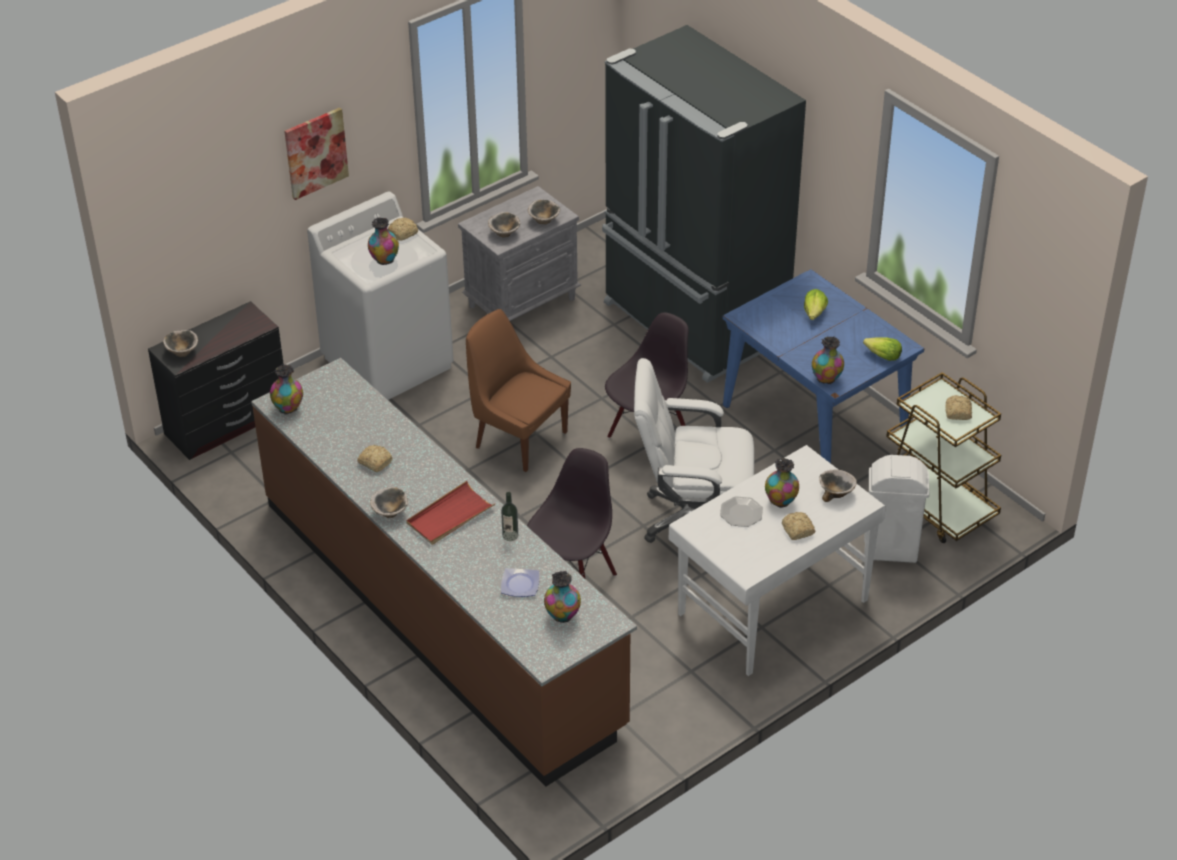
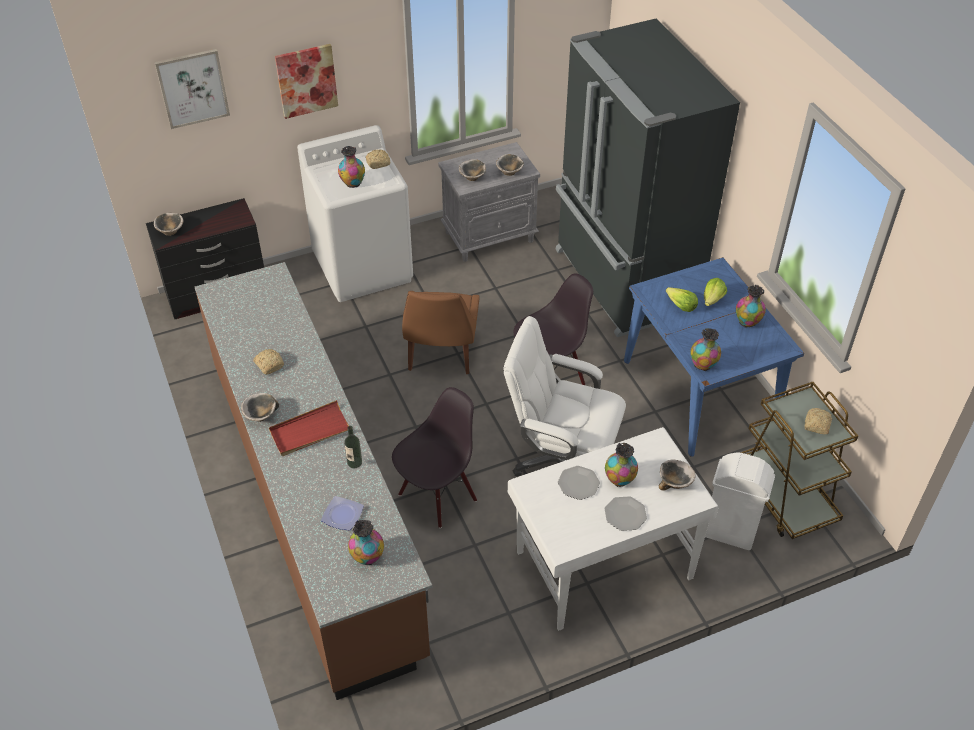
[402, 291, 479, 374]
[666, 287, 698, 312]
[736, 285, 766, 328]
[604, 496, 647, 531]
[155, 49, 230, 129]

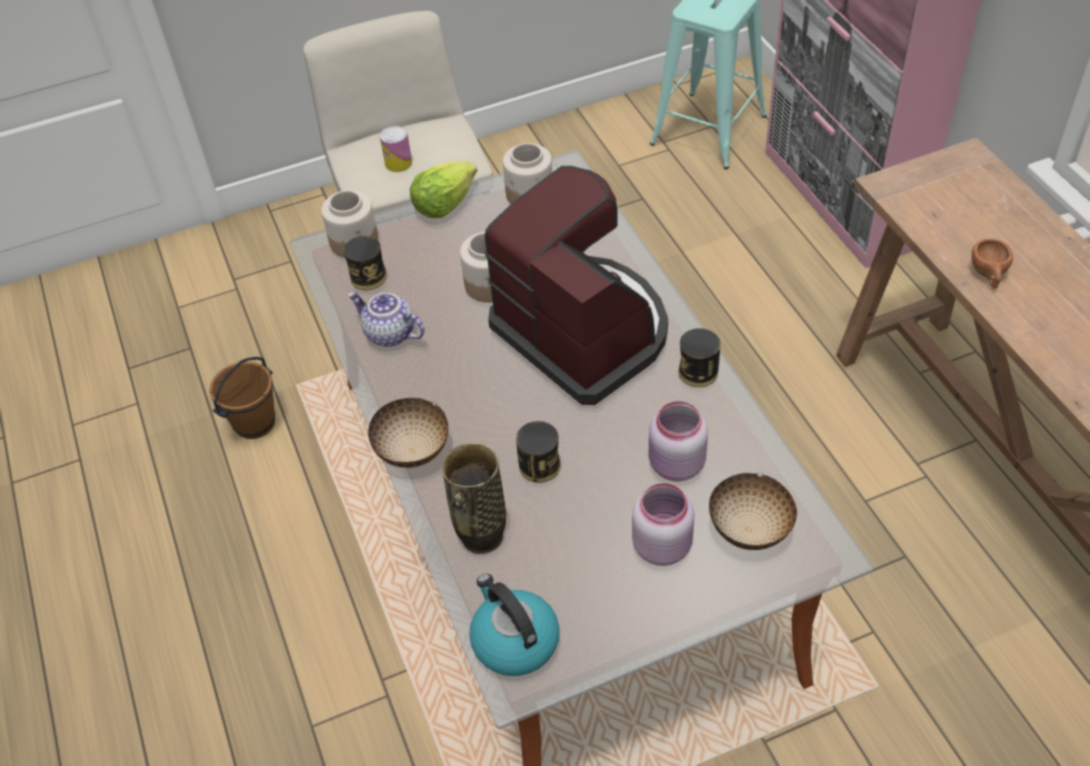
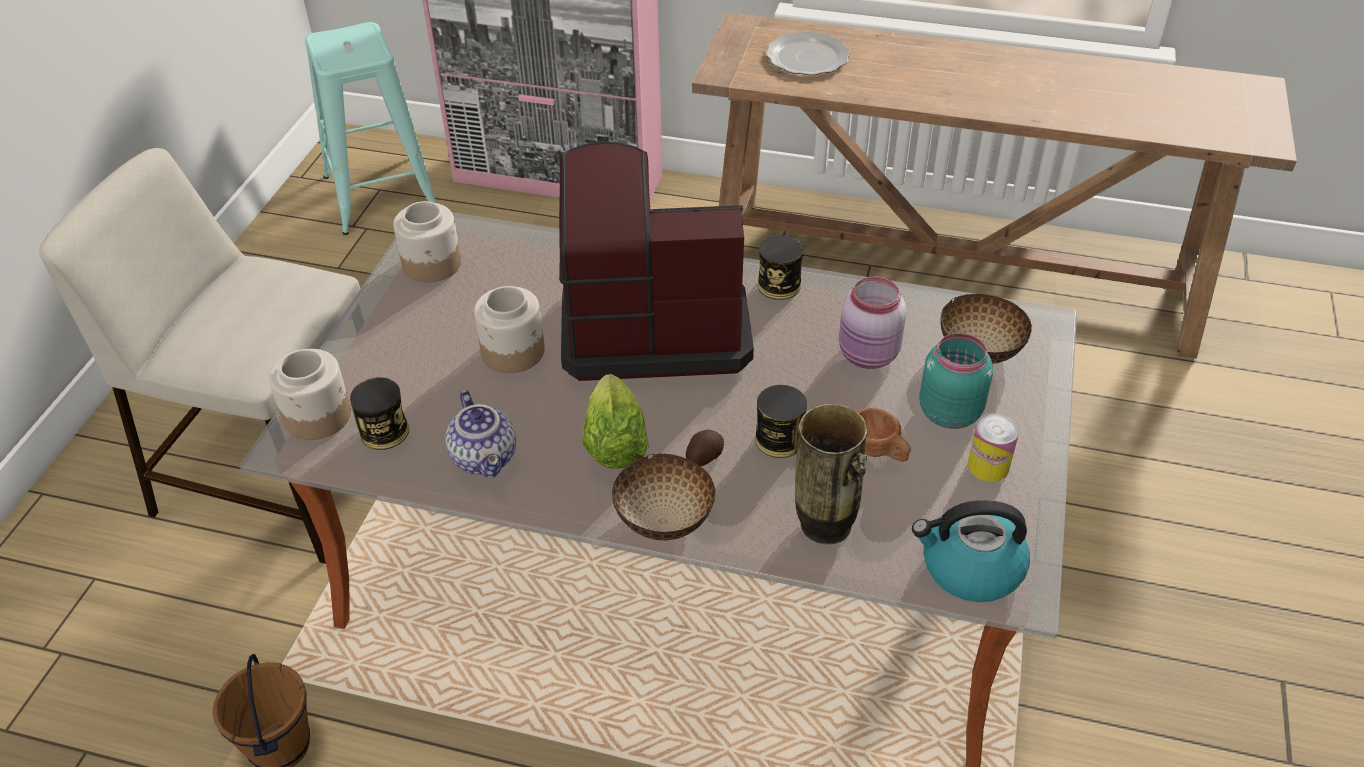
[968, 413, 1019, 482]
[582, 374, 649, 469]
[857, 407, 911, 462]
[446, 390, 516, 478]
[919, 333, 993, 429]
[766, 32, 850, 75]
[686, 430, 724, 466]

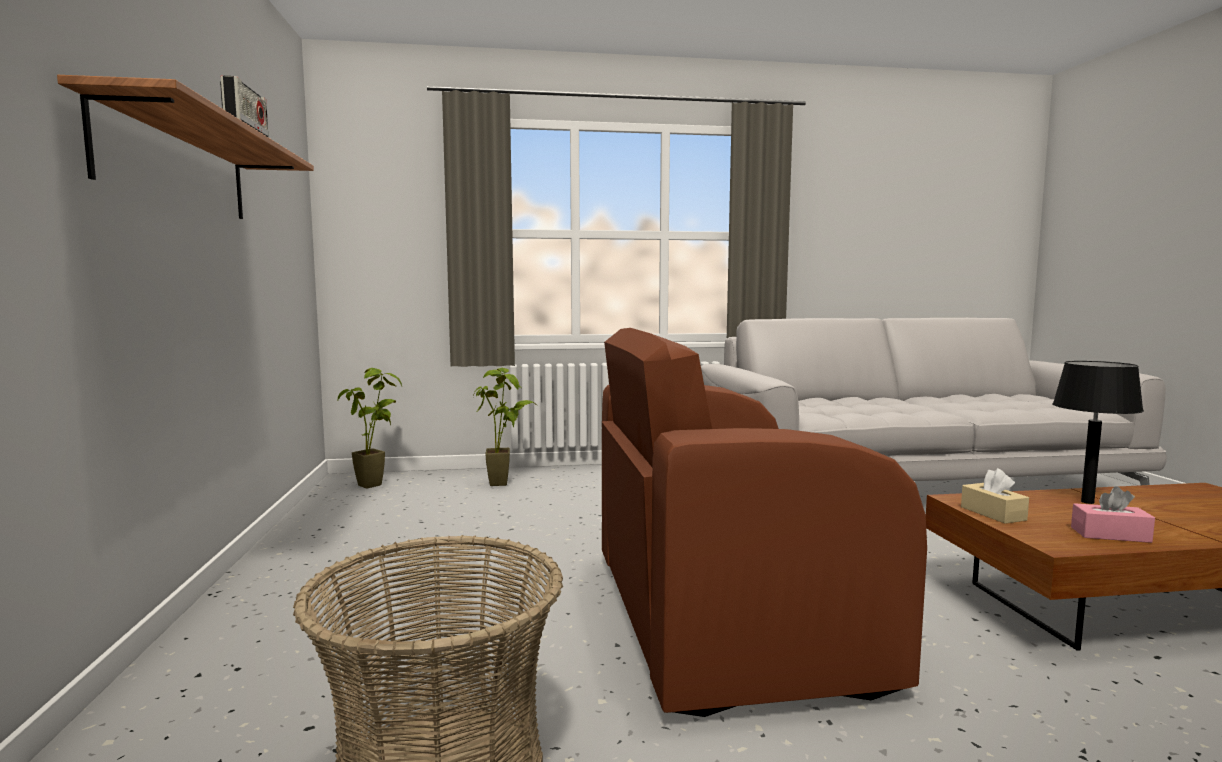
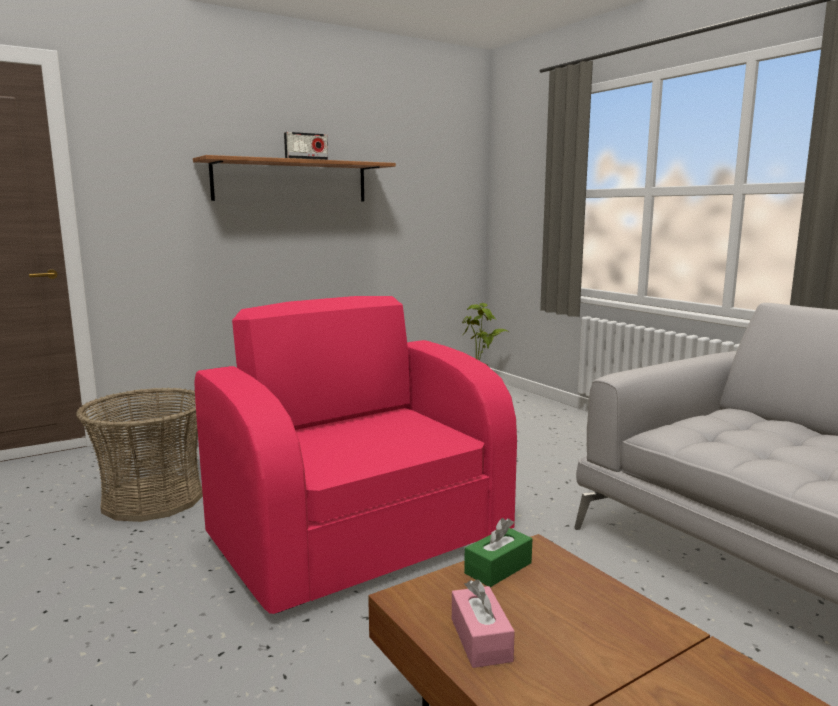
[194, 296, 517, 614]
[1053, 361, 1144, 504] (first image)
[473, 368, 537, 486] (first image)
[464, 518, 532, 587]

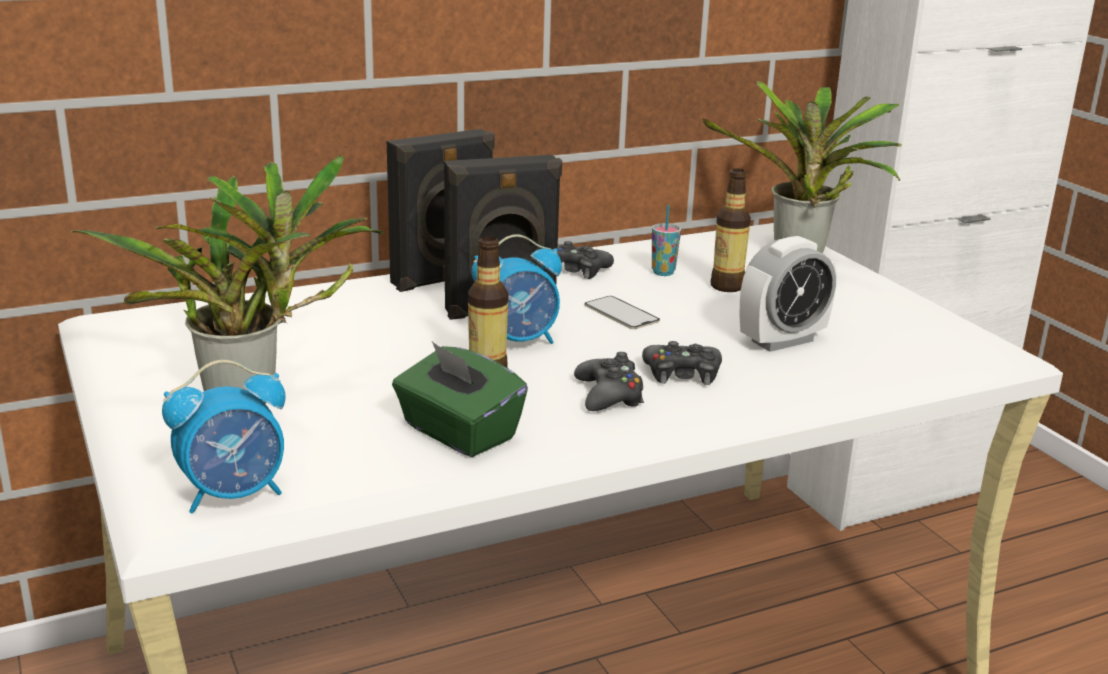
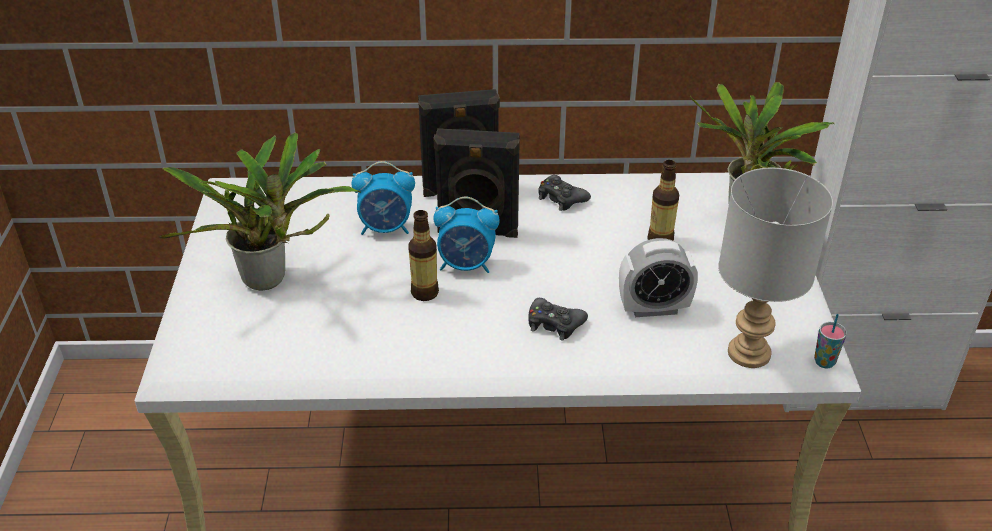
[814, 314, 847, 368]
[584, 296, 660, 329] (first image)
[392, 342, 528, 457] (first image)
[574, 352, 644, 411] (first image)
[352, 161, 415, 235]
[718, 168, 833, 368]

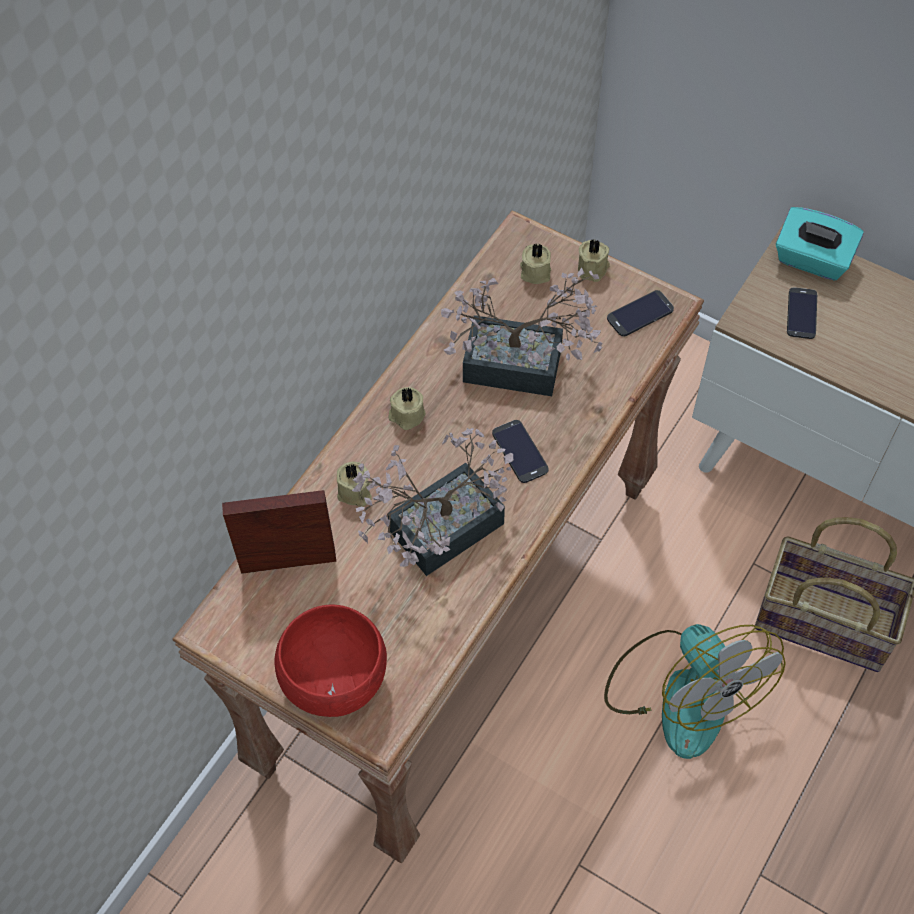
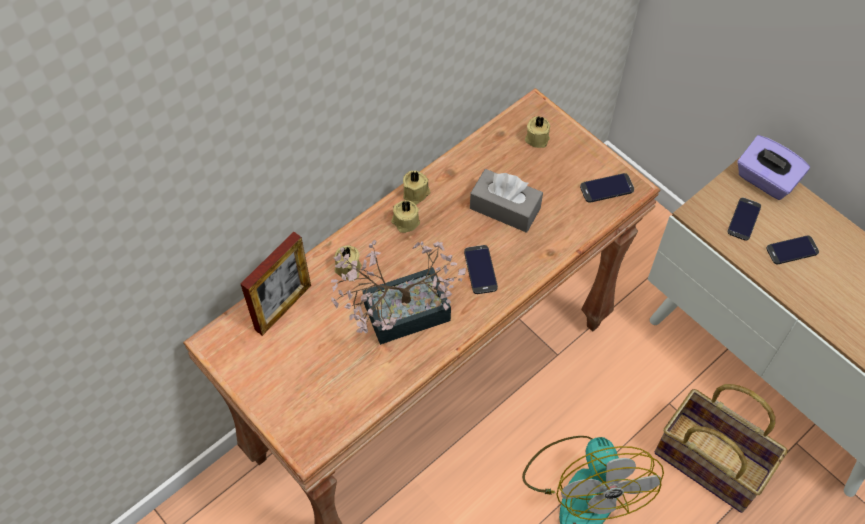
[737, 135, 810, 200]
[403, 171, 430, 205]
[470, 169, 543, 233]
[241, 232, 311, 336]
[274, 605, 387, 717] (first image)
[766, 236, 819, 264]

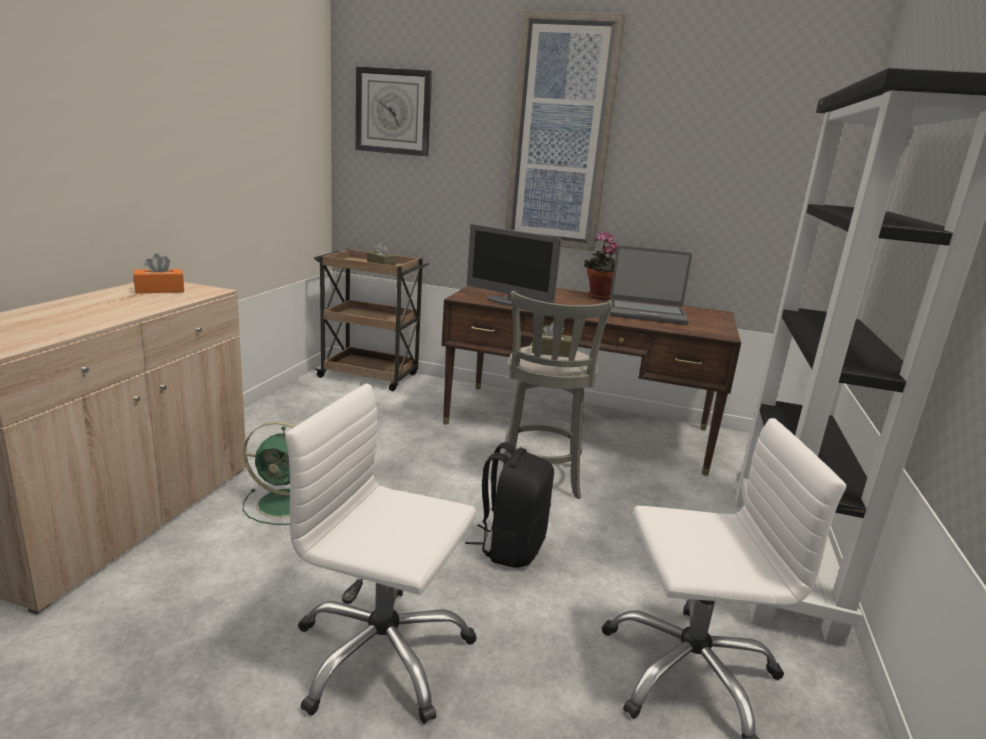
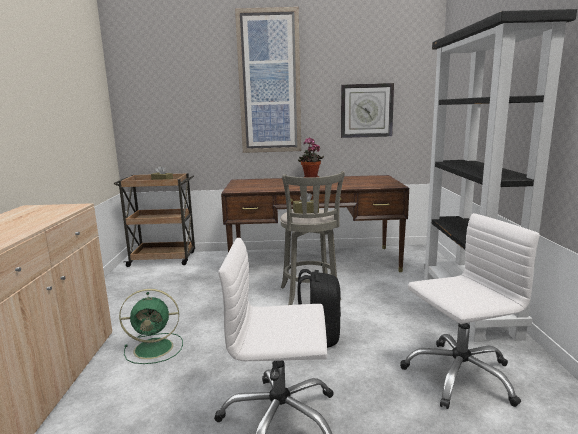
[341, 83, 394, 138]
[467, 224, 562, 306] (first image)
[610, 246, 692, 325] (first image)
[133, 253, 184, 294] (first image)

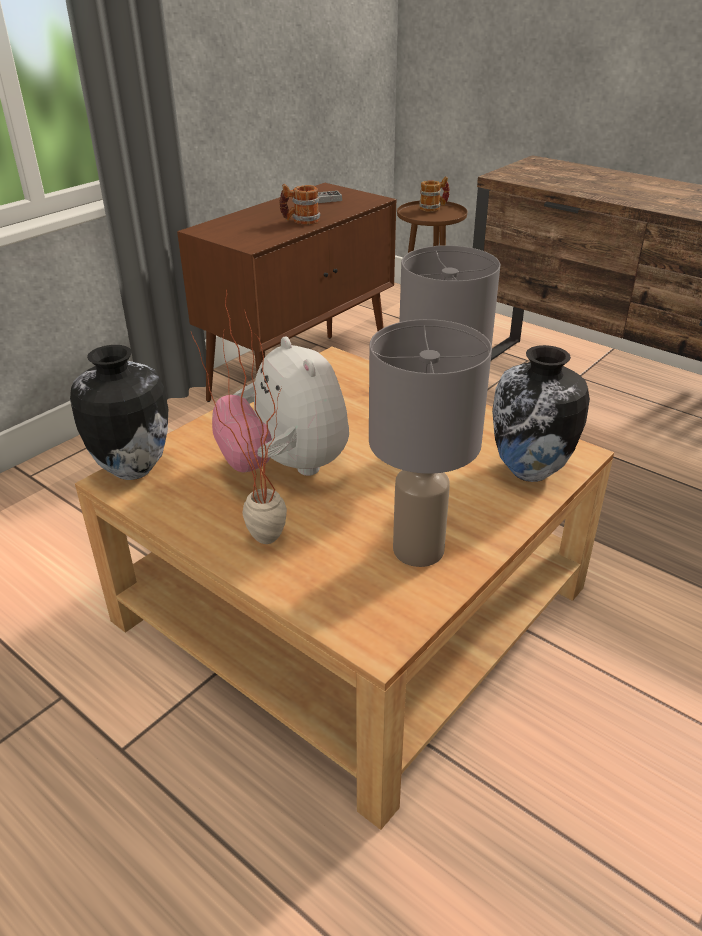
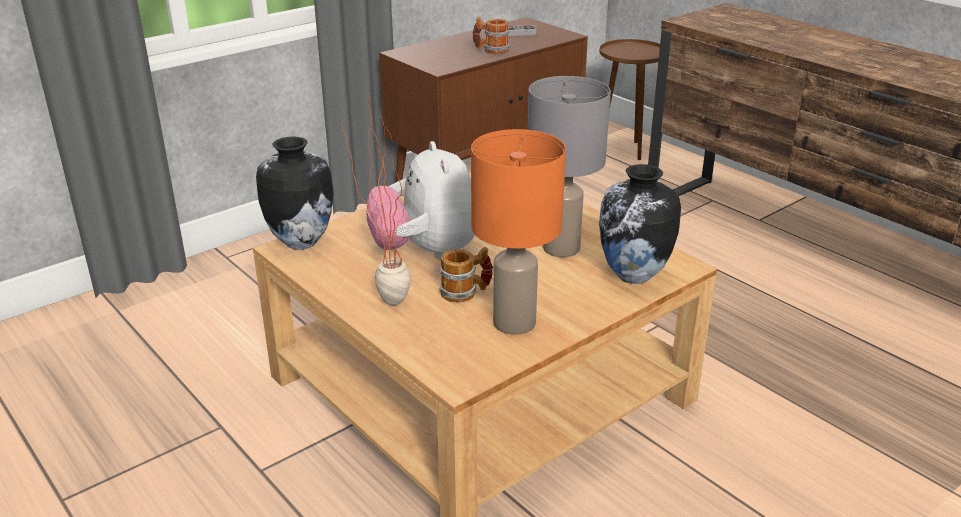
[439, 247, 493, 303]
[471, 129, 566, 335]

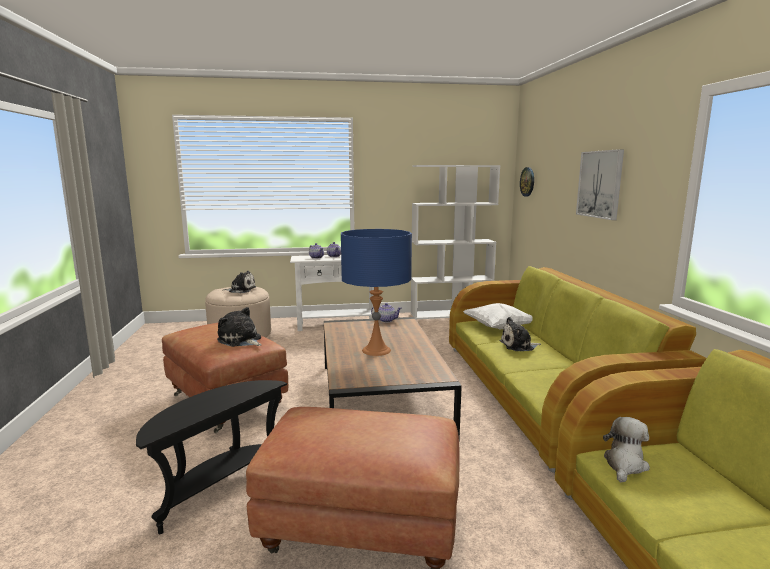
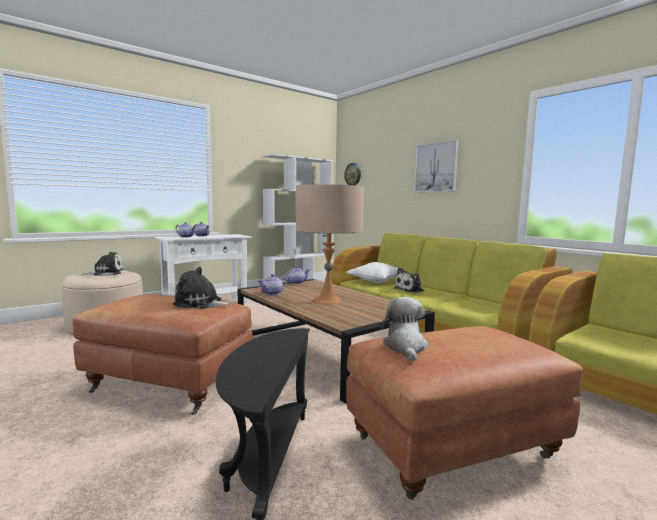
[296, 184, 364, 305]
[380, 297, 428, 362]
[258, 274, 287, 295]

